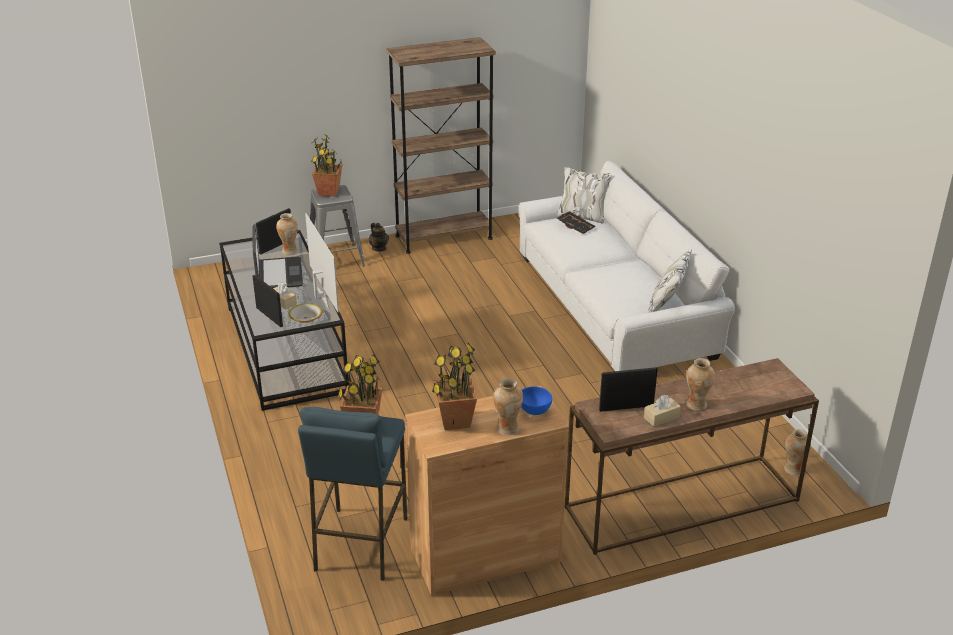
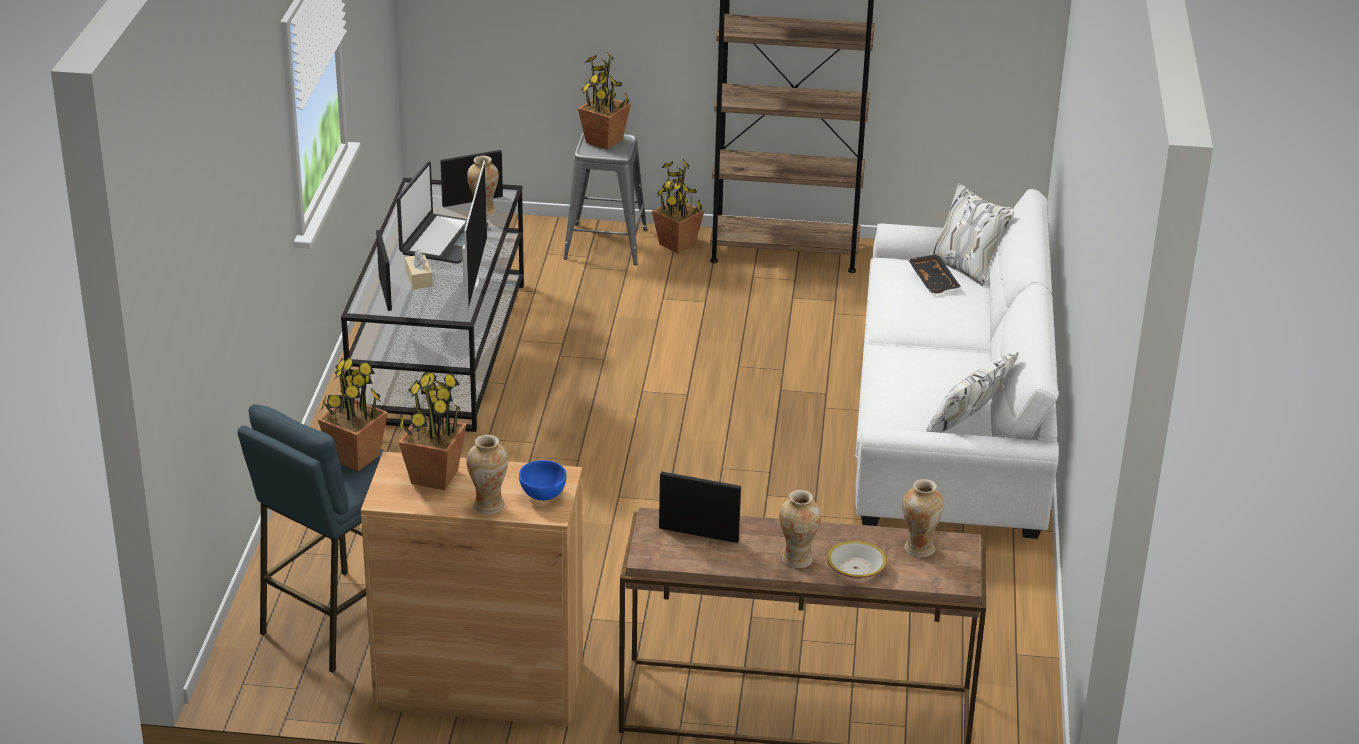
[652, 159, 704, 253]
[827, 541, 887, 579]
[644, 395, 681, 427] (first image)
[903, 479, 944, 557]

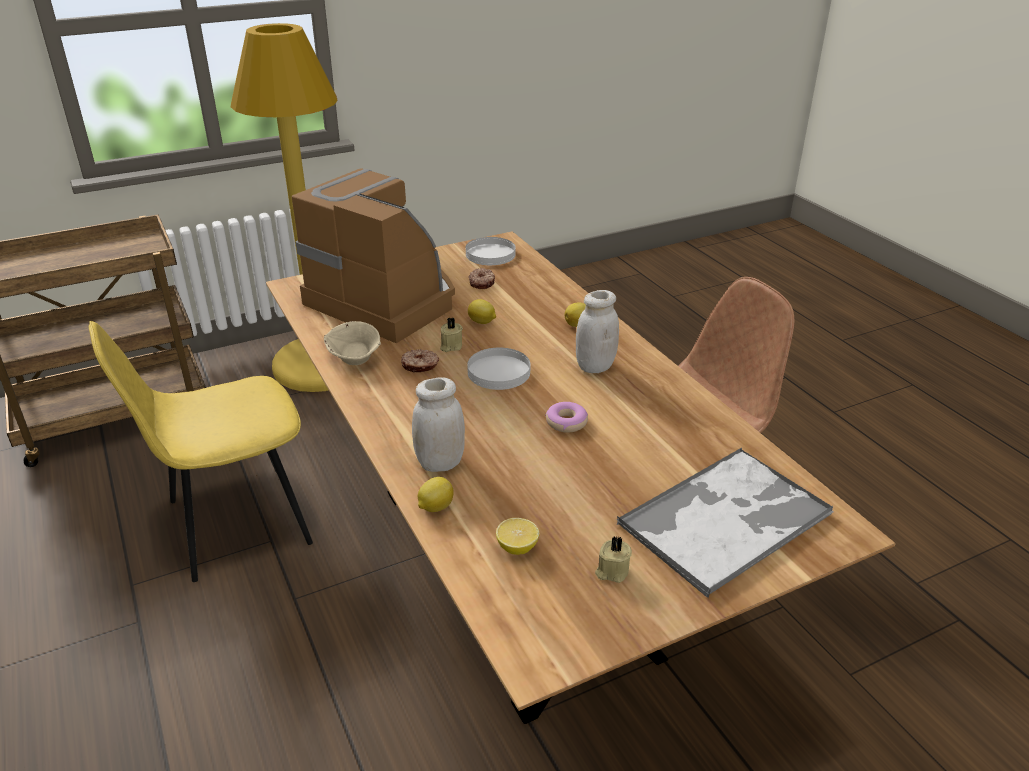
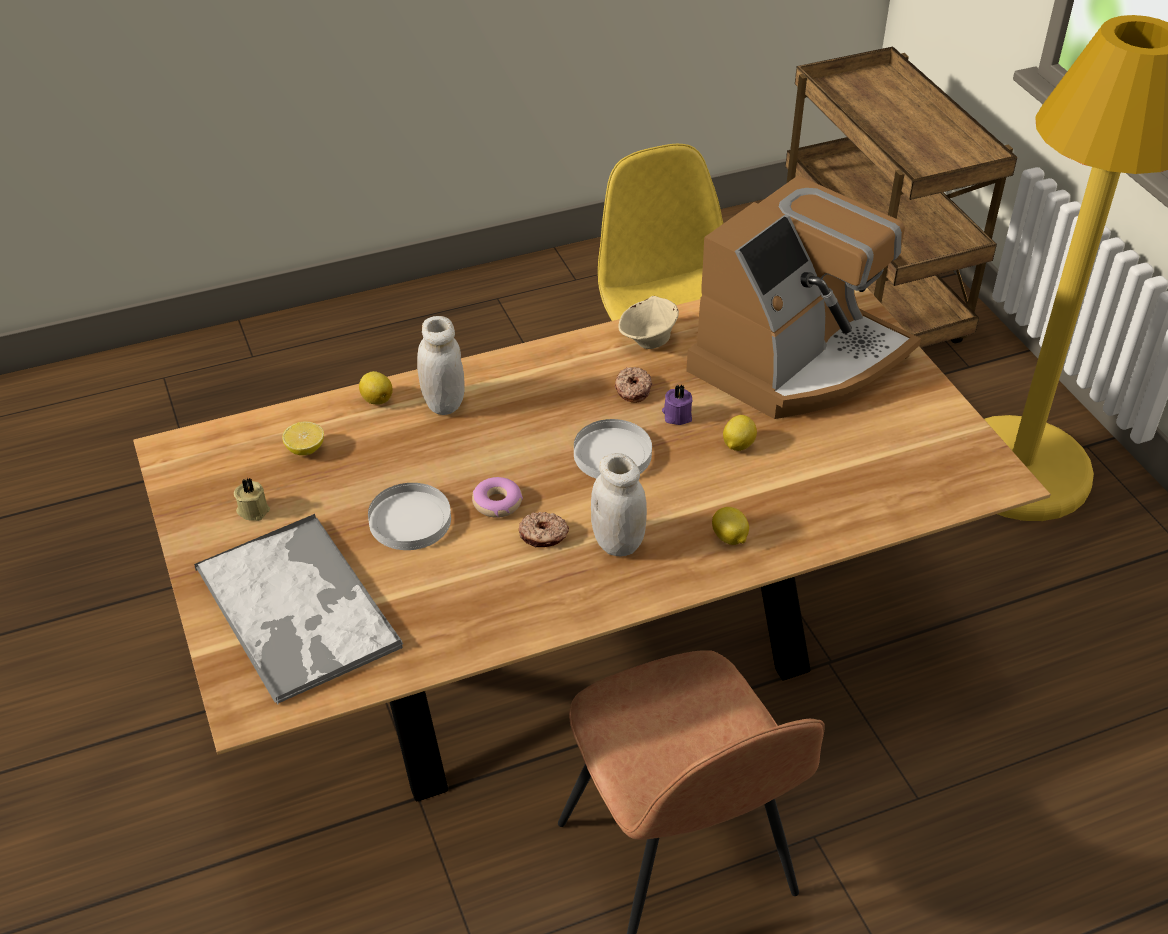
[368, 483, 451, 550]
[519, 512, 569, 547]
[662, 385, 693, 425]

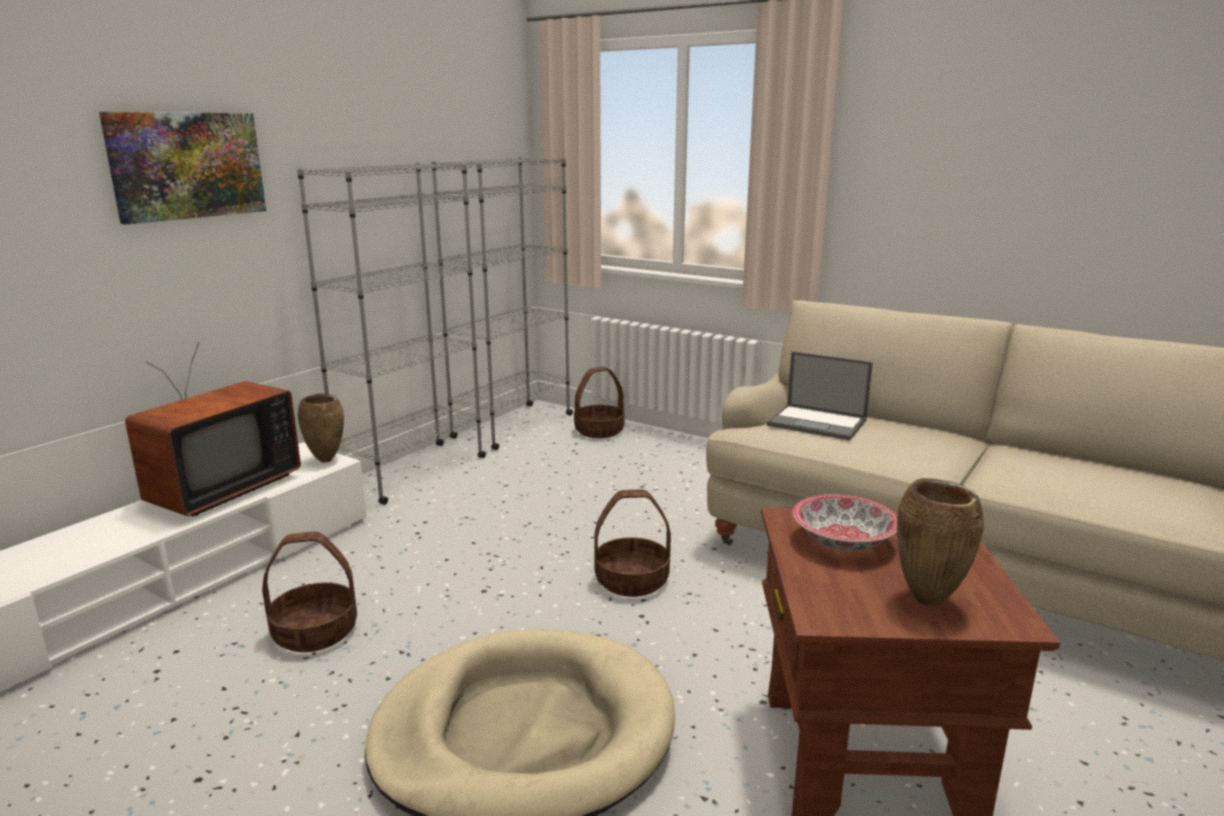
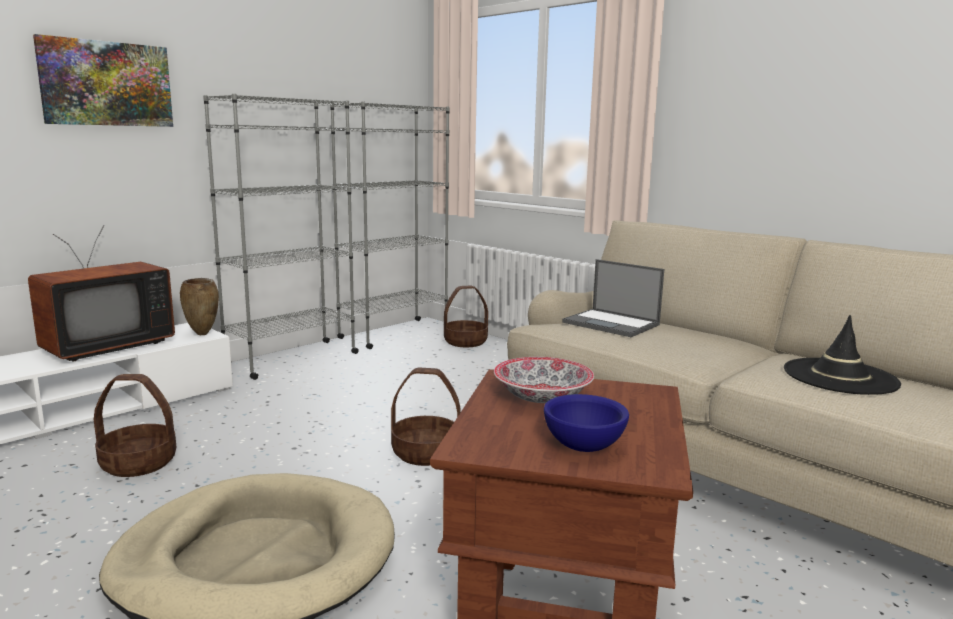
[544, 394, 629, 452]
[784, 315, 901, 395]

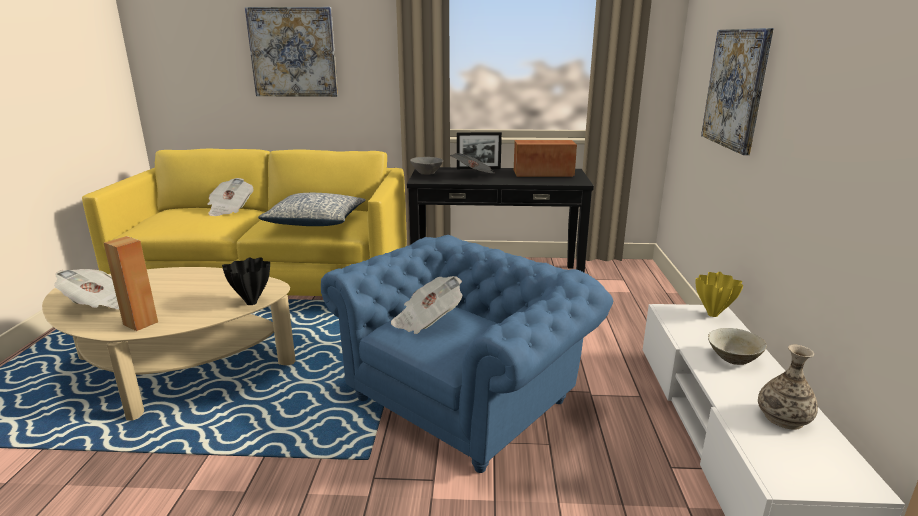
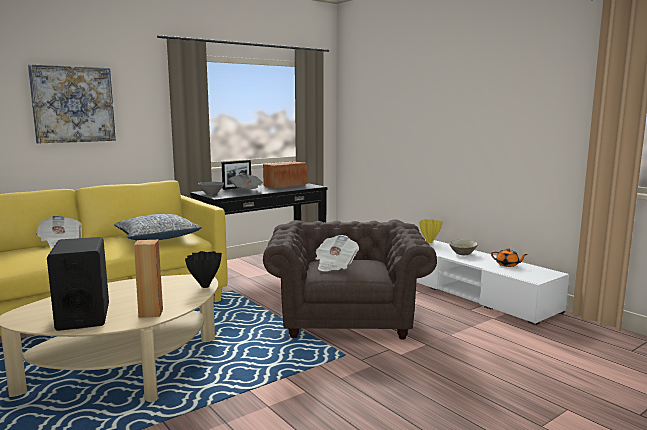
[701, 28, 774, 155] (first image)
[263, 219, 437, 340]
[47, 237, 109, 331]
[491, 248, 528, 267]

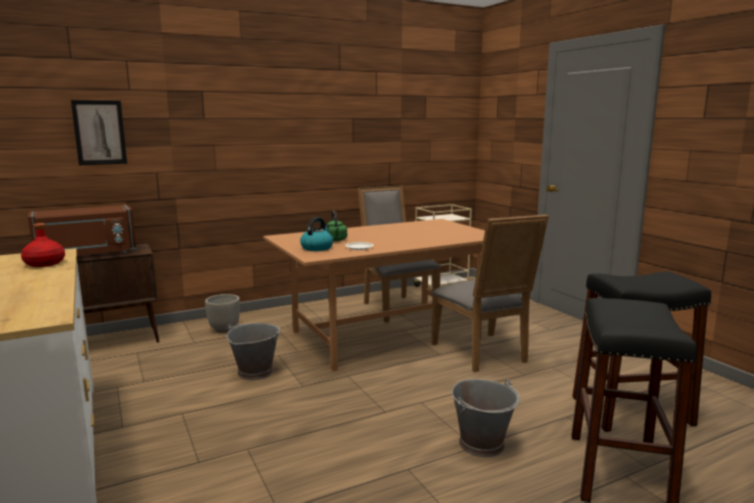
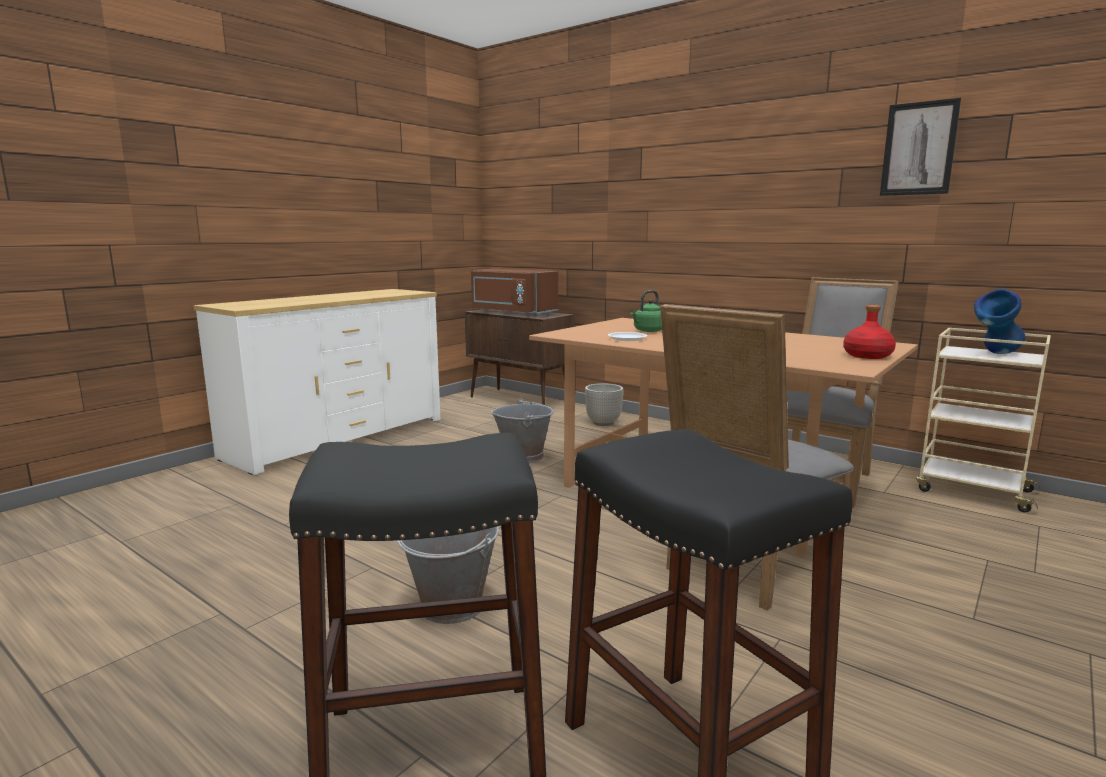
[880, 98, 961, 196]
[300, 217, 333, 251] (first image)
[843, 305, 896, 359]
[974, 289, 1026, 354]

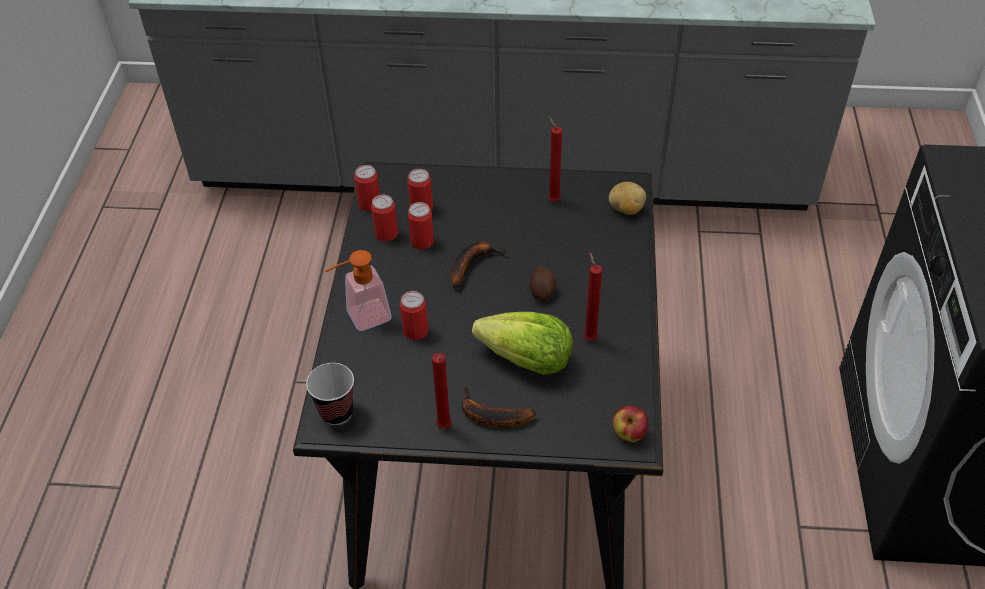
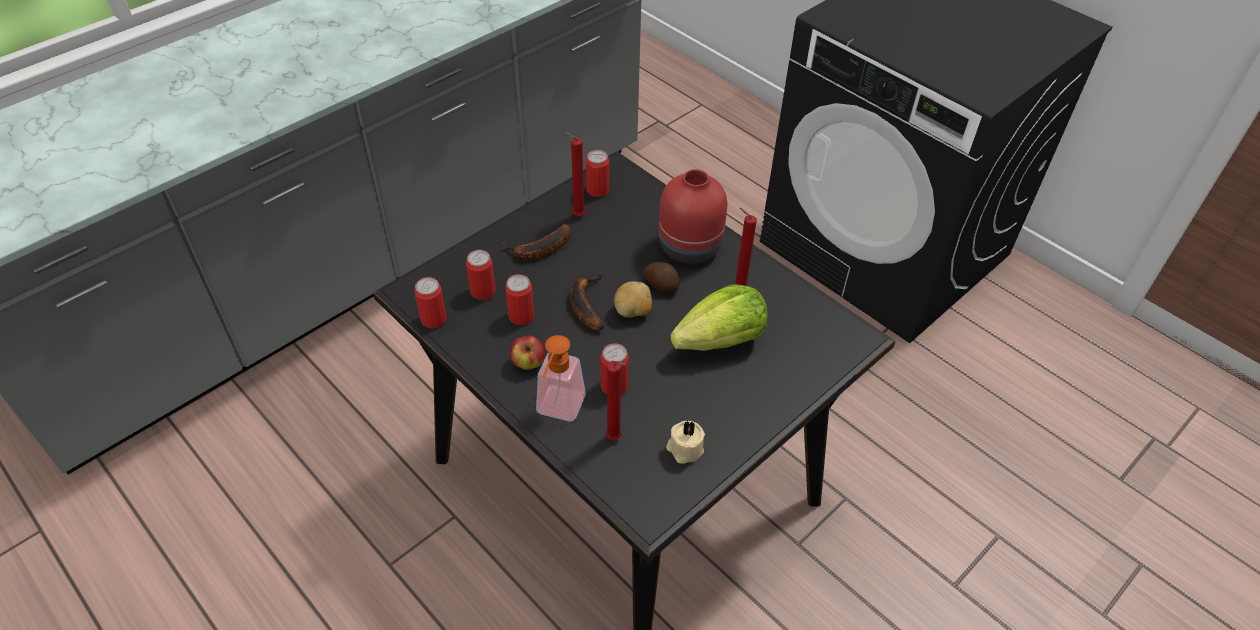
[614, 281, 652, 318]
[586, 150, 609, 197]
[606, 361, 625, 440]
[306, 363, 354, 425] (first image)
[503, 224, 570, 260]
[510, 335, 545, 370]
[659, 169, 727, 264]
[666, 420, 705, 464]

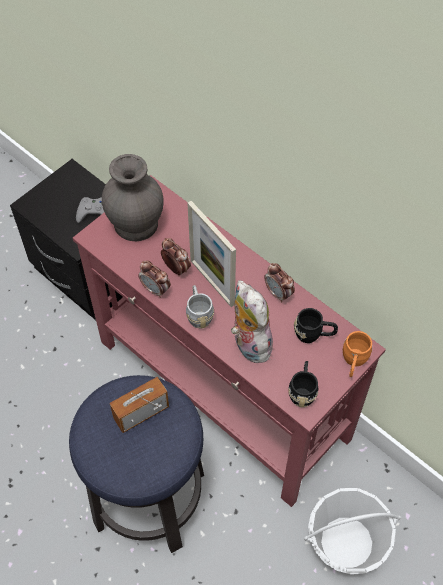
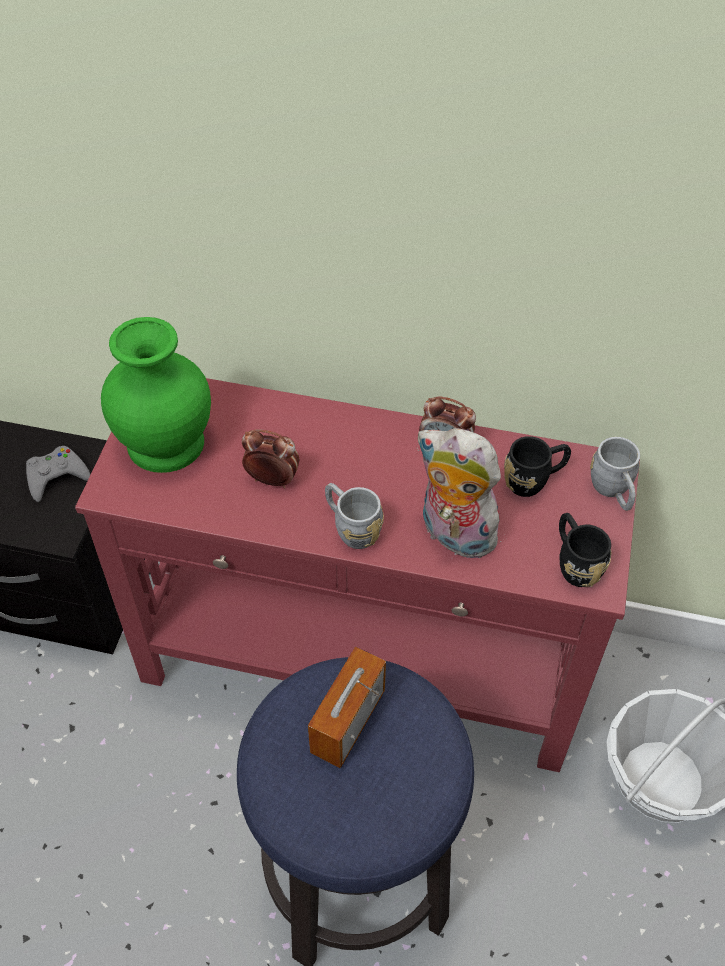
[101, 317, 211, 473]
[187, 201, 236, 307] (first image)
[138, 261, 171, 298] (first image)
[590, 437, 640, 511]

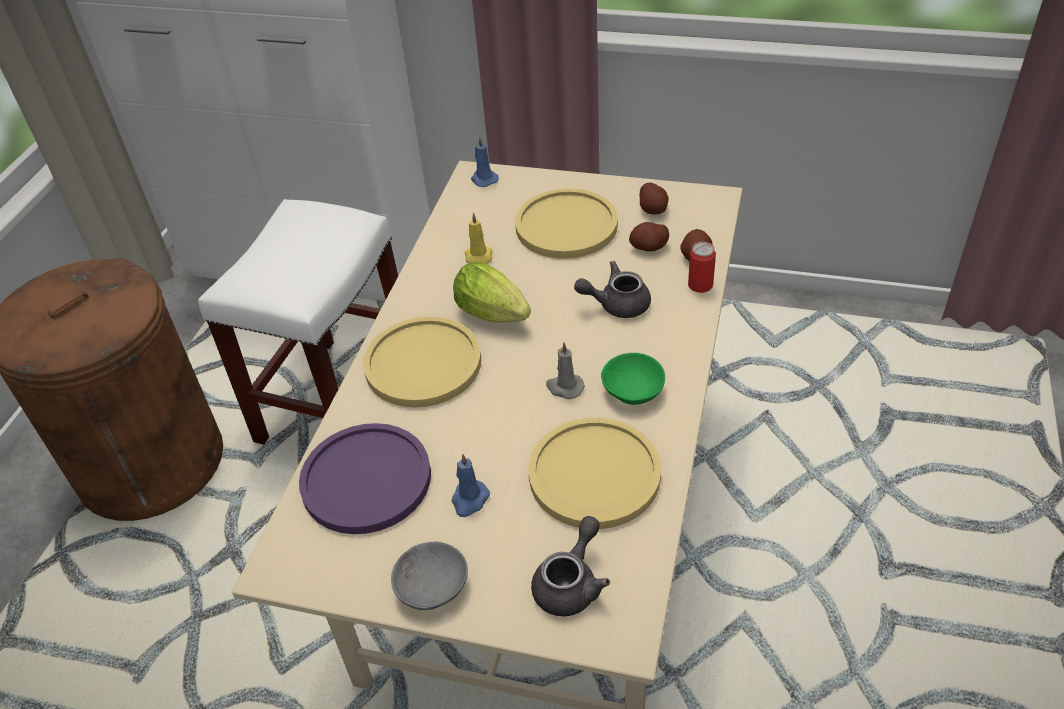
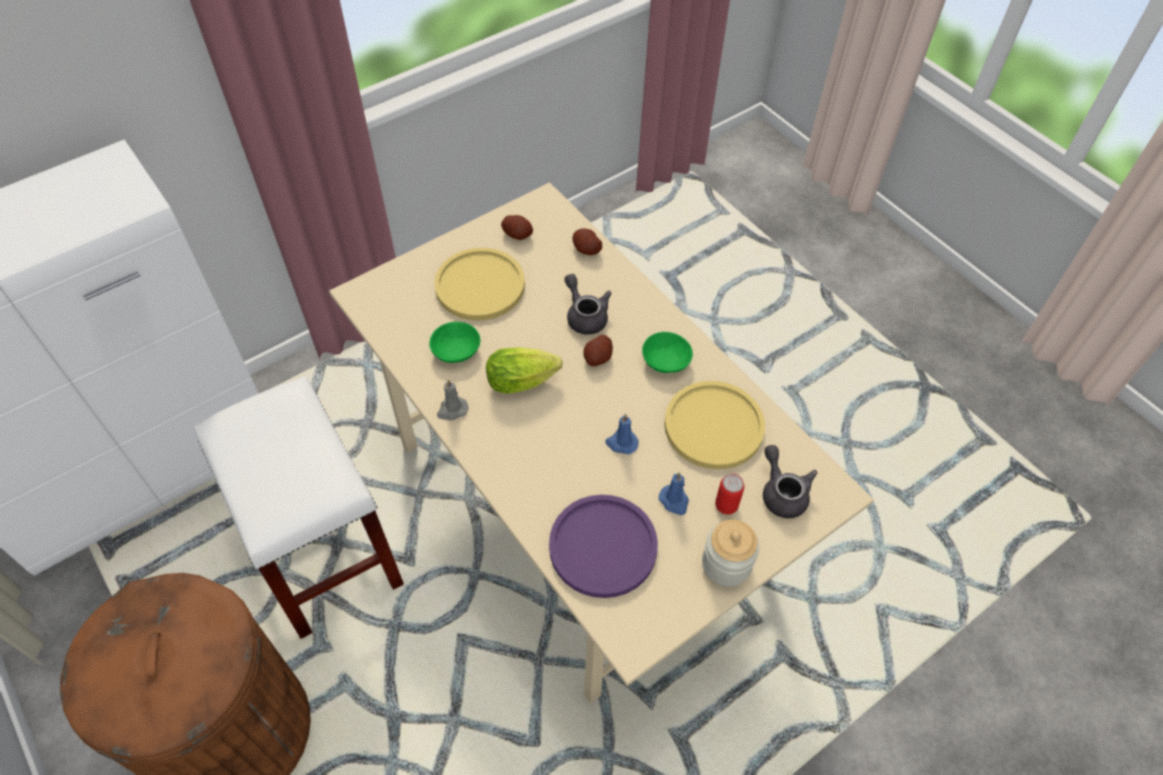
[605, 414, 638, 454]
[429, 322, 480, 363]
[583, 335, 613, 366]
[715, 474, 744, 515]
[565, 274, 611, 335]
[363, 317, 481, 408] (first image)
[437, 379, 469, 420]
[702, 520, 759, 587]

